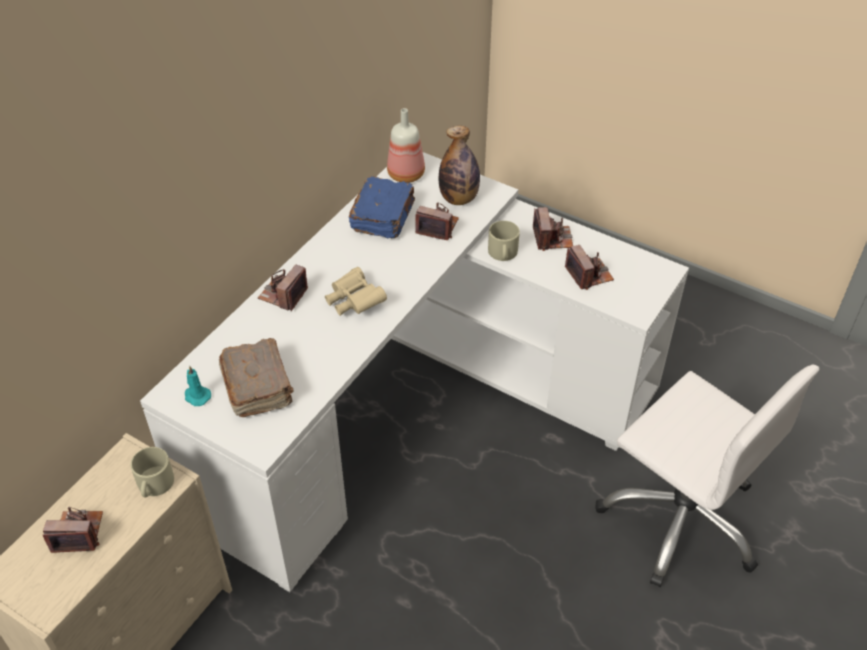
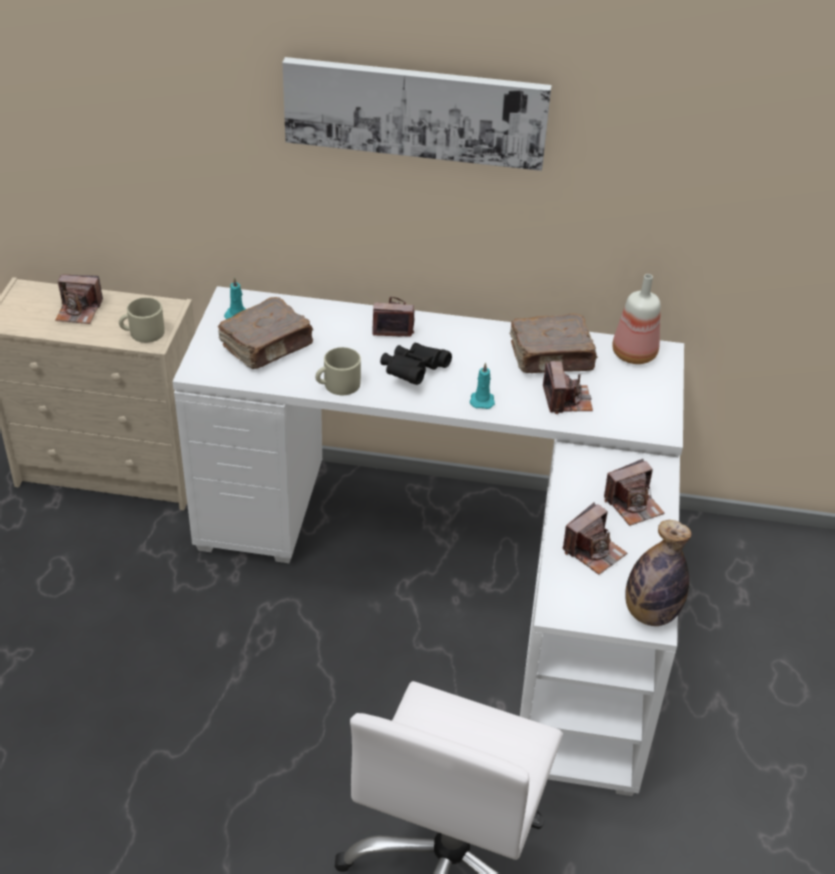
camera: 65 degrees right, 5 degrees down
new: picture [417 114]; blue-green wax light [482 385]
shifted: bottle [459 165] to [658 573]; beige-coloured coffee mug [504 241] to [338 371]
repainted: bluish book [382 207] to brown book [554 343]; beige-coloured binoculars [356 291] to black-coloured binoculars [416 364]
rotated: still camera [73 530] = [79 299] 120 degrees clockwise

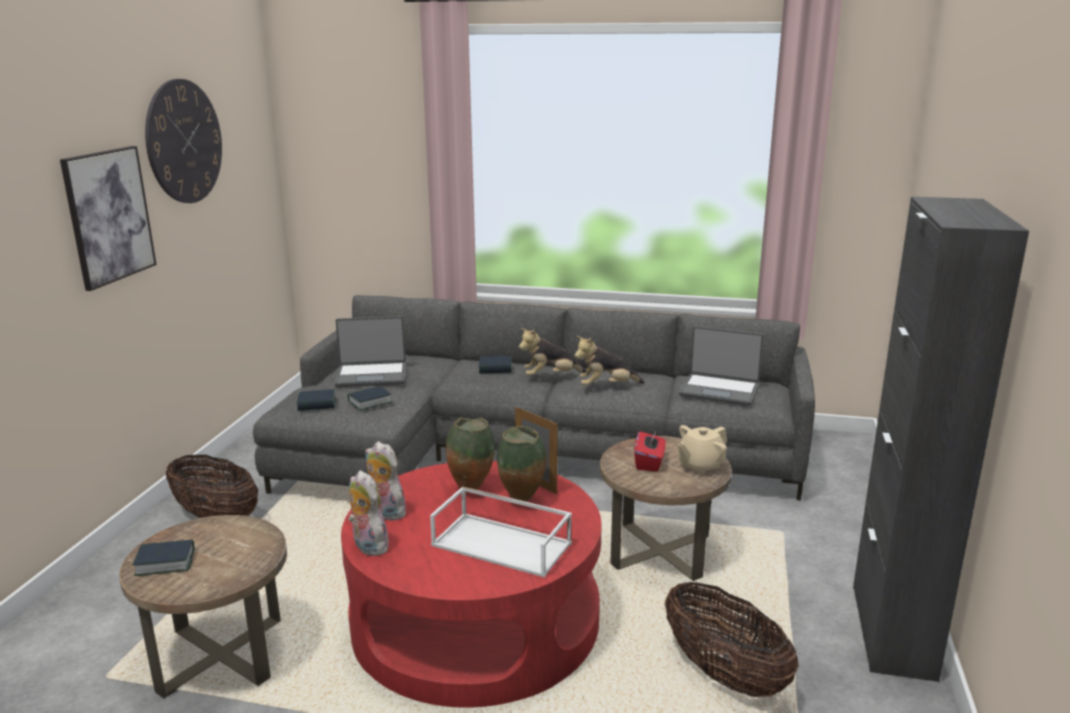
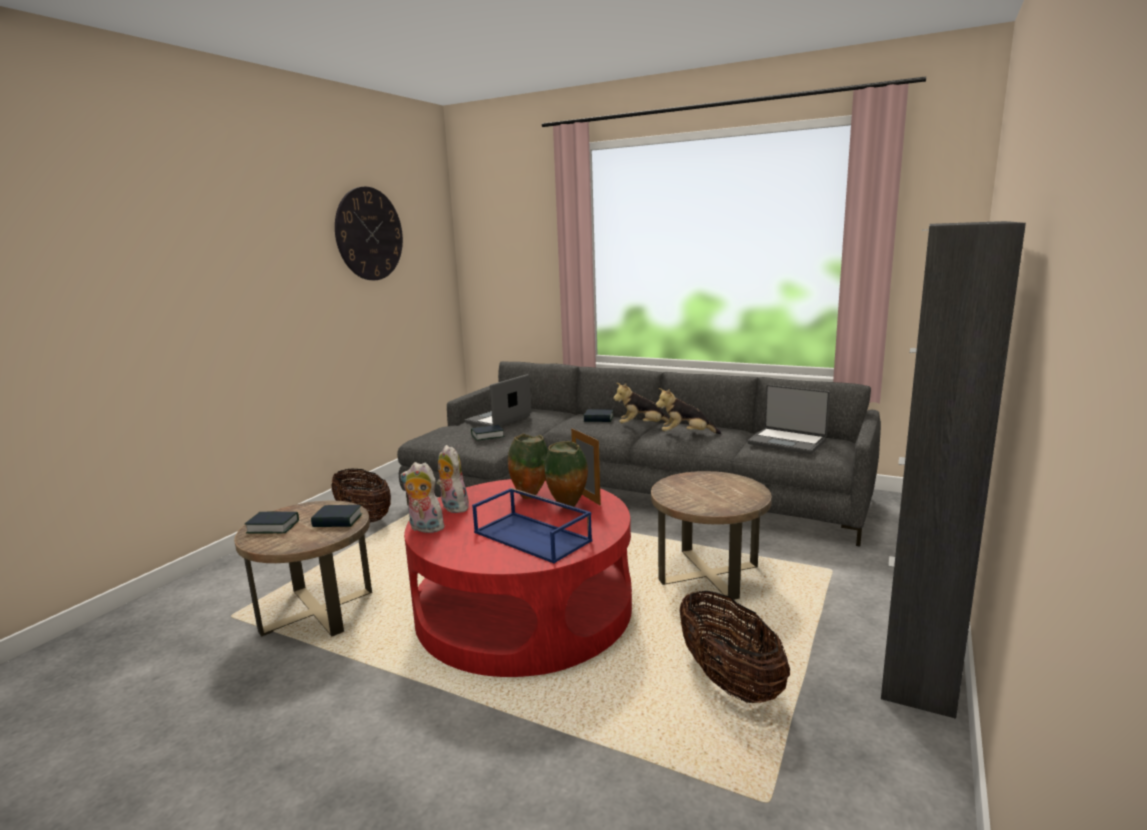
camera: 15 degrees right, 5 degrees down
gone: picture [108 218]; beige-coloured teapot [702 450]; red tissue holder [650 450]
shifted: book [316 400] to [336 516]
repainted: whitish tray [501 531] to bluish tray [532 526]
rotated: notebook computer [370 351] = [498 400] 120 degrees clockwise; cuddly toy [368 513] = [422 497] 45 degrees counterclockwise

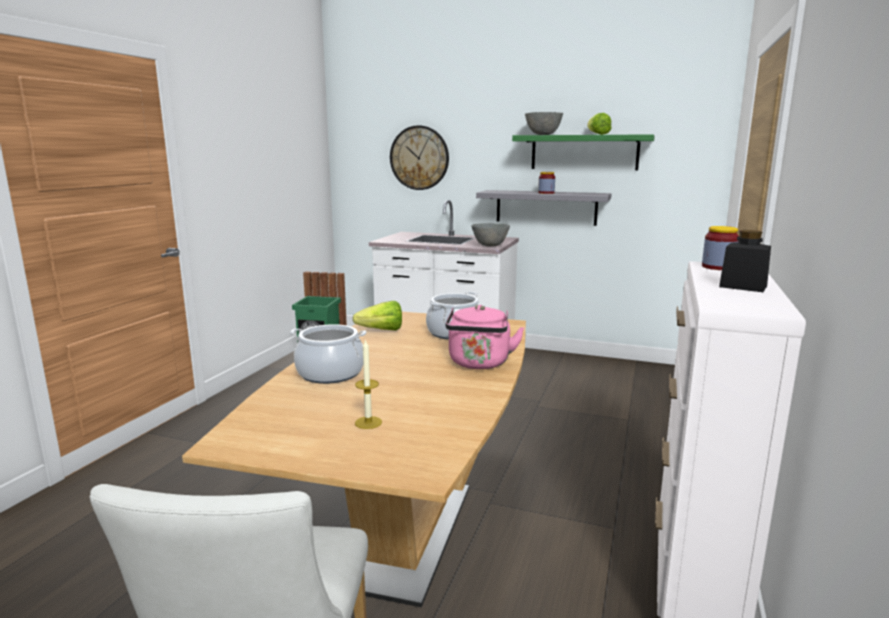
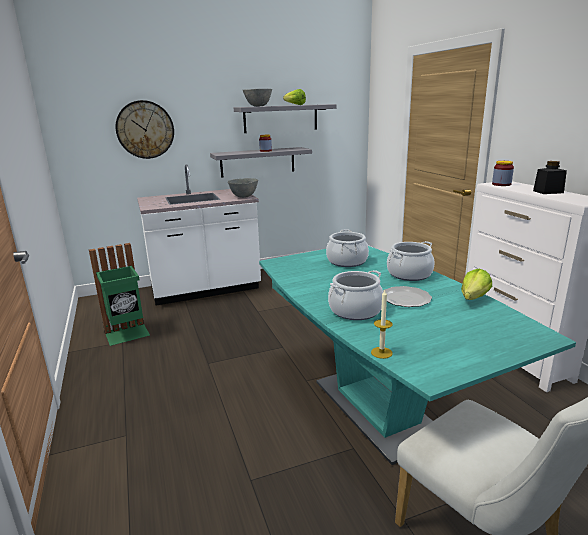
camera: 40 degrees left, 5 degrees up
new: plate [407 296]
shifted: lettuce [377 316] to [476 284]; wax light [368 384] to [382 324]
swapped: pinkish water kettle [484 337] to stockpot [410 261]
repainted: green shelf [583 152] to grey shelf [285 118]; brown dining table [354 459] to blue-green dining table [417 355]

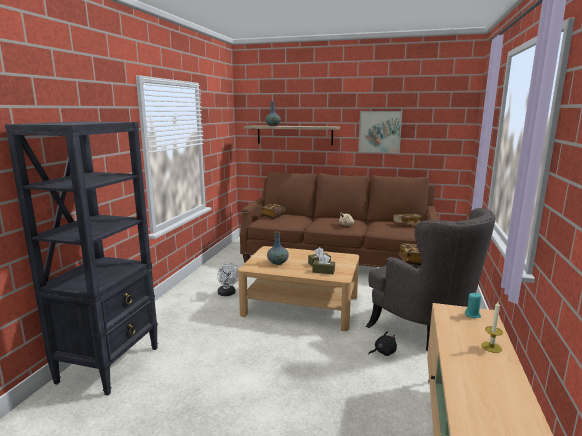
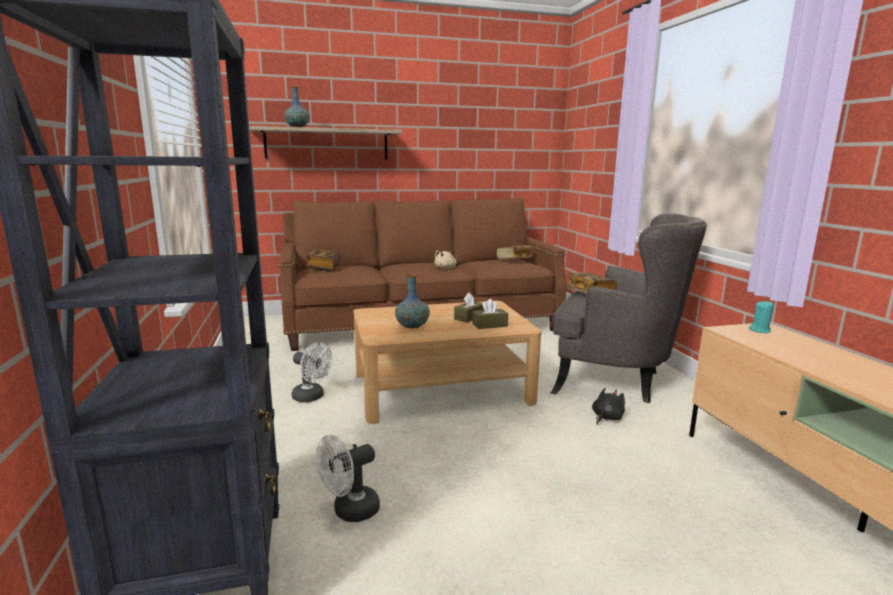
camera: 30 degrees left, 0 degrees up
gone: picture [380 132]; wax light [492 327]
new: whitish cooling fan [348 478]

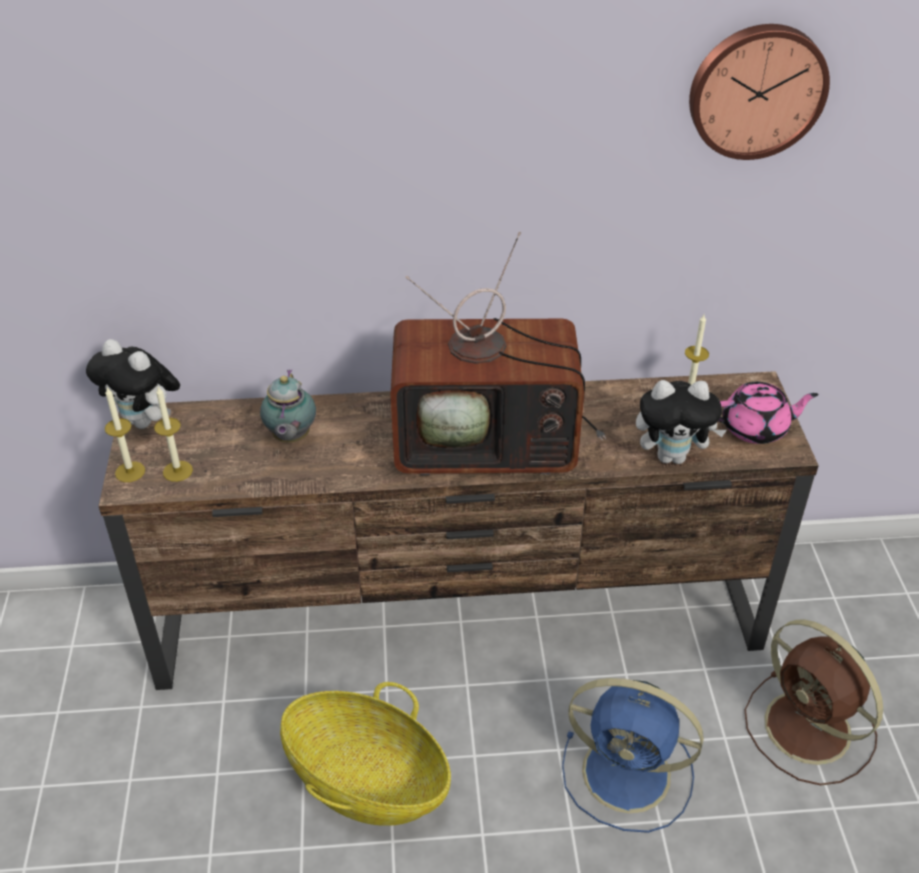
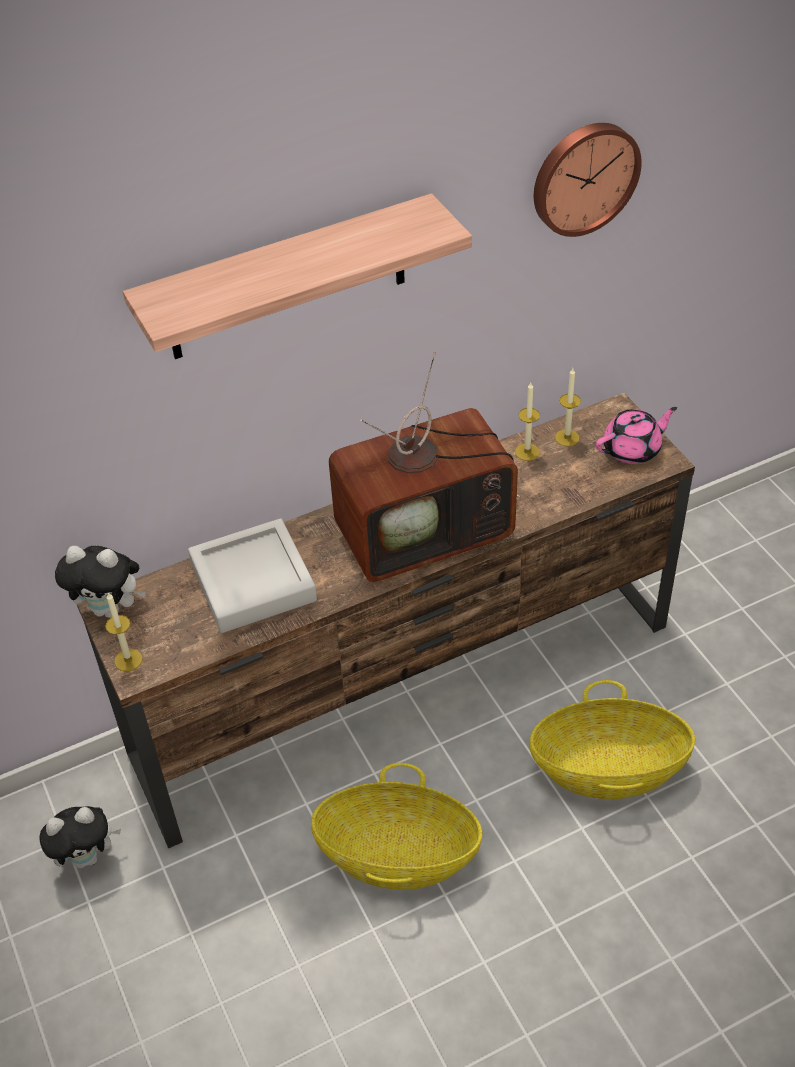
camera: 20 degrees left, 5 degrees up
gone: brown cooling fan [814 703]
new: shelf [297 276]
shifted: cuddly toy [681 422] to [80 837]; wax light [173 434] to [527 422]
swapped: teapot [288 405] to grey tray [252 575]; bluish cooling fan [633 755] to basket [612 739]

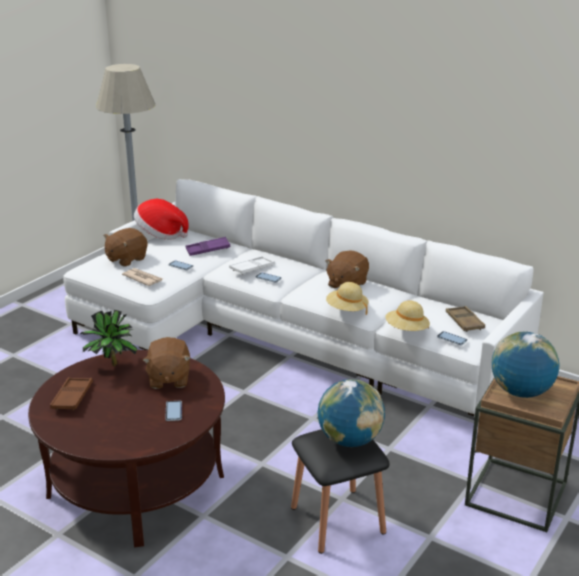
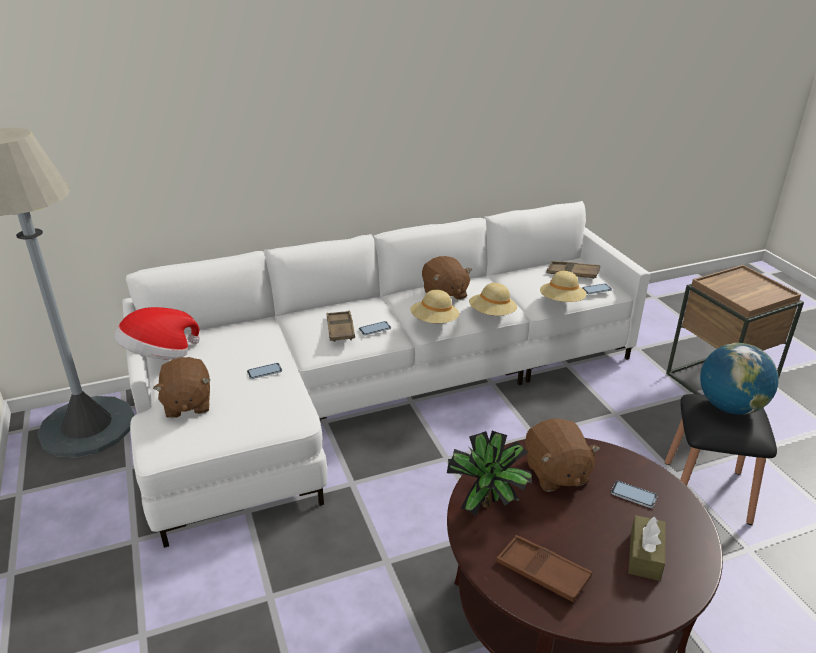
camera: 55 degrees left, 5 degrees up
gone: purple-coloured tray [207 246]; newspaper [142 277]; world globe [525 365]
new: beige-coloured clothing hat [434 306]; brown tissue holder [647 548]
repainted: whitish tray [252 265] to brown tray [341 326]
rotated: brown cuddly toy [167 363] = [562 455] 45 degrees clockwise

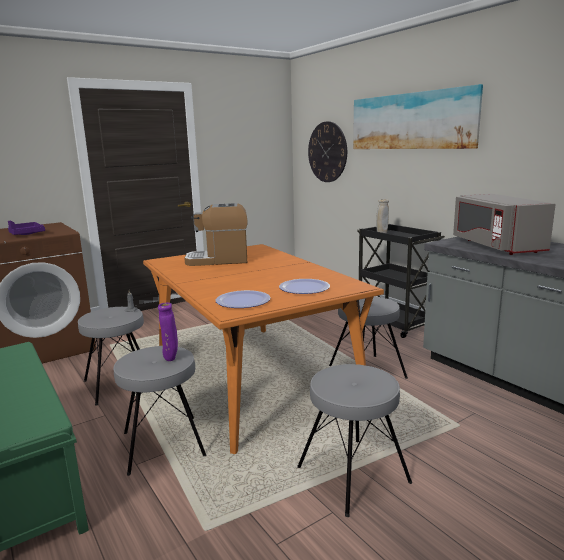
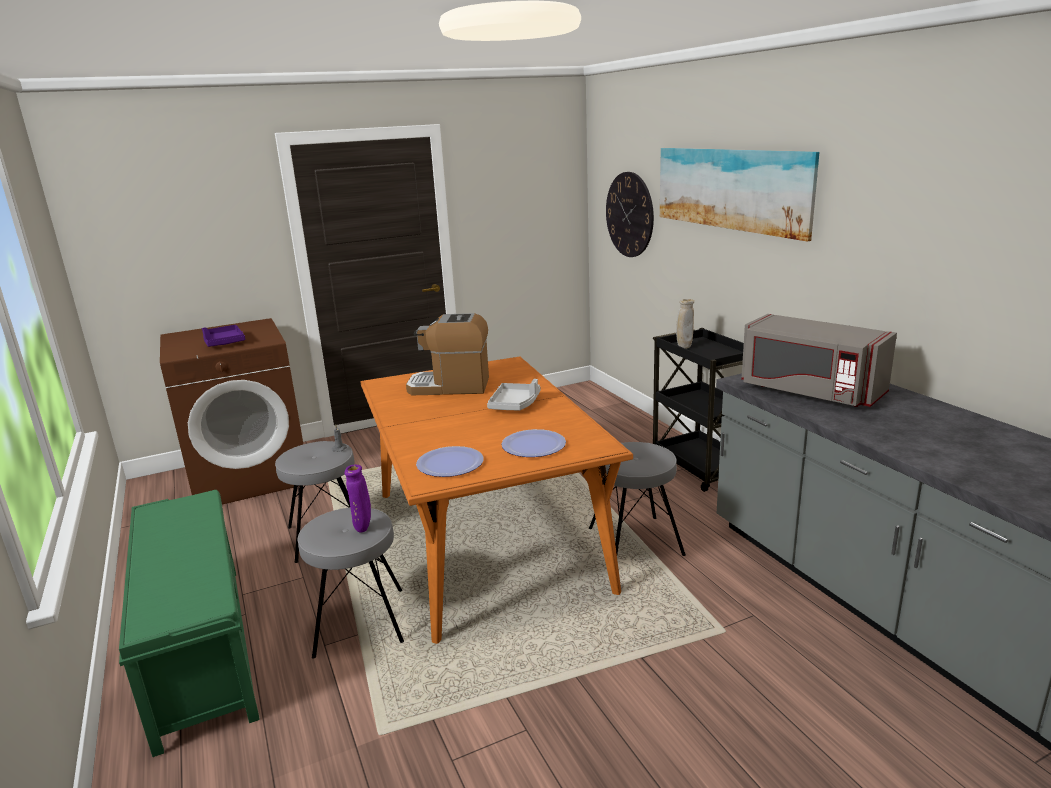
camera: 10 degrees right, 5 degrees up
gone: grey stool seat [354 440]
new: grey tray [514 394]
rotated: grey kitchen microwave [504 224] = [819 360] 45 degrees counterclockwise

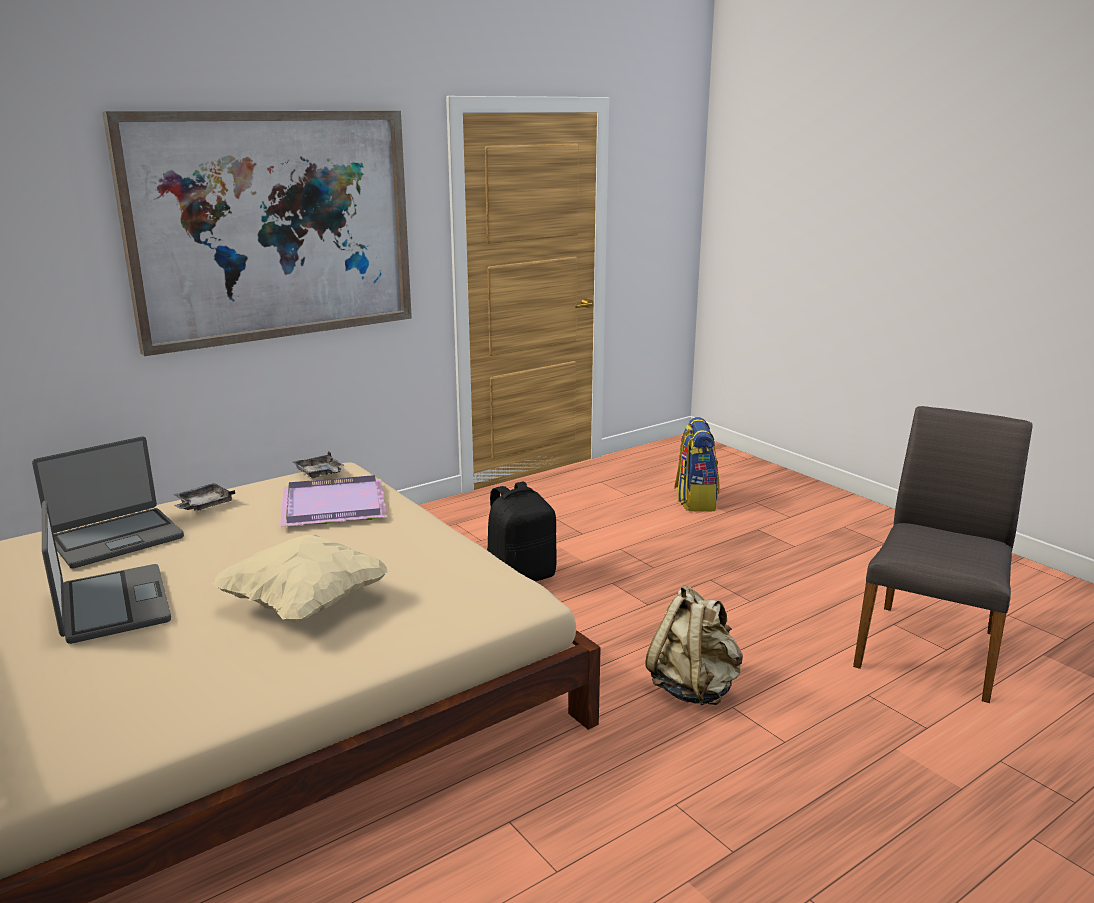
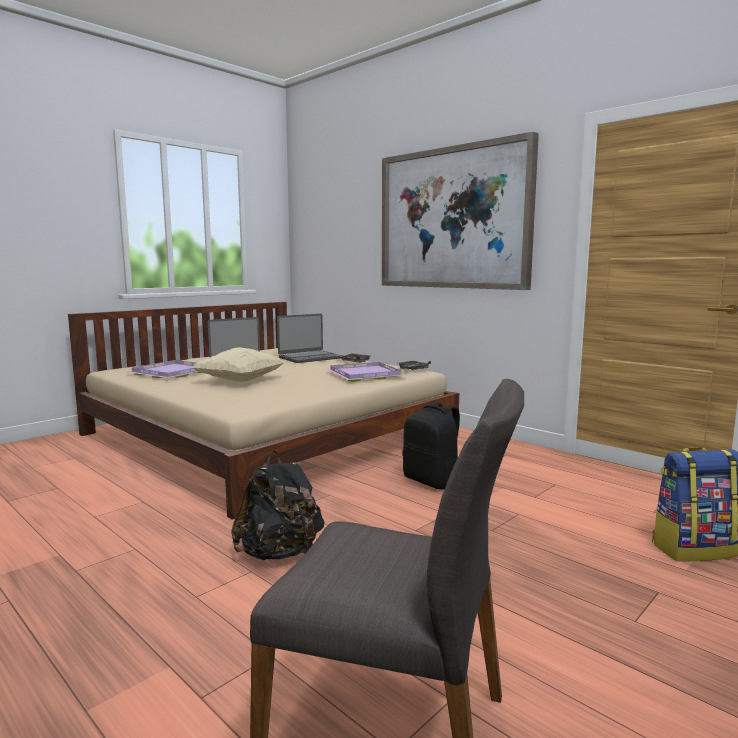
camera: 80 degrees right, 10 degrees down
new: purple-coloured tray [165 369]
repainted: beige-coloured rucksack [694 645] to black-coloured rucksack [278 505]
rotated: notebook computer [108 502] = [308 338] 75 degrees counterclockwise

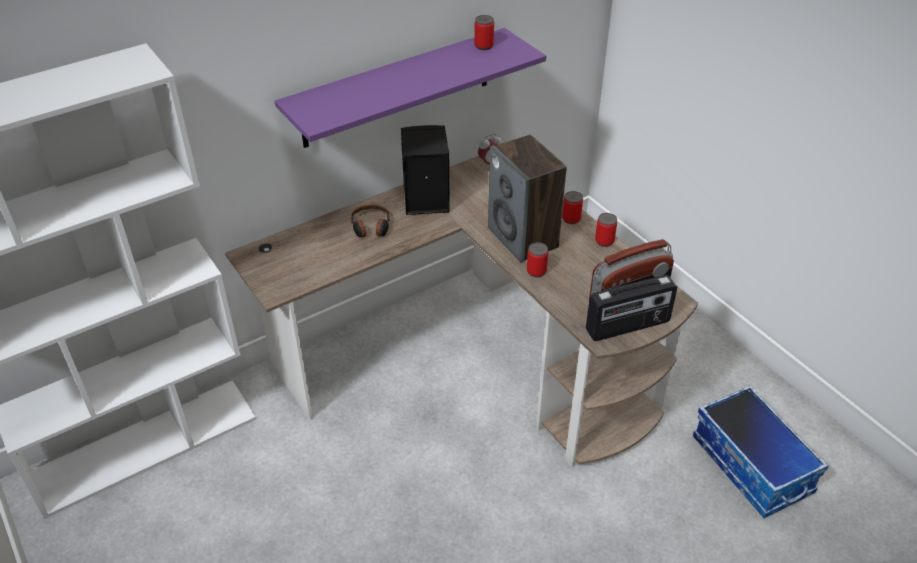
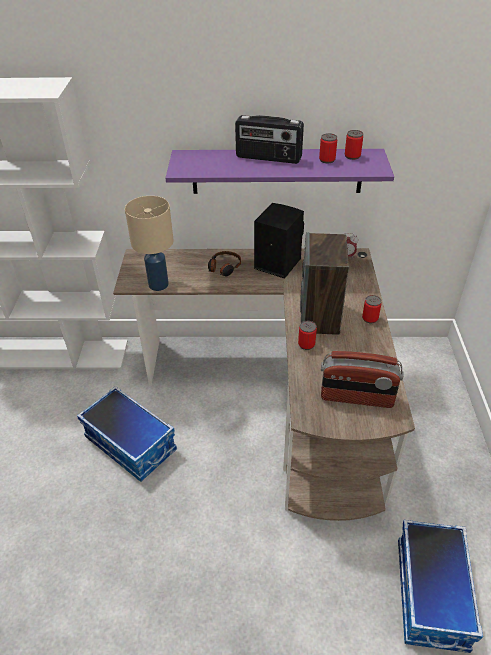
camera: 35 degrees right, 0 degrees up
new: beige-coloured lamp for a table [149 243]; storage bin [127 434]
shifted: sealed can [606 230] to [328 148]; radio set [631 308] to [269 139]

